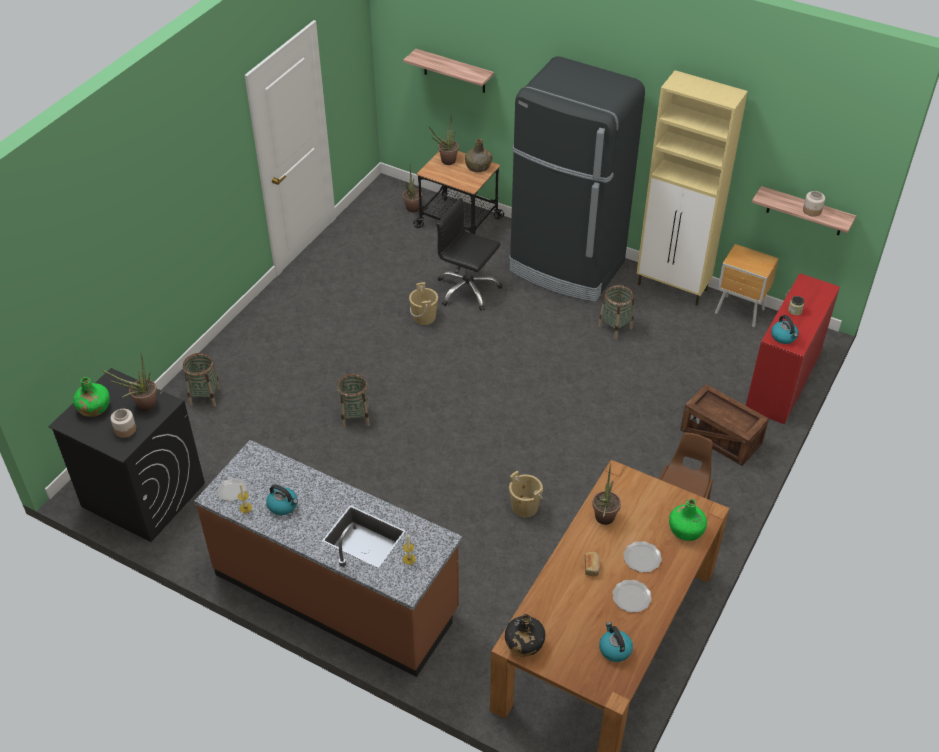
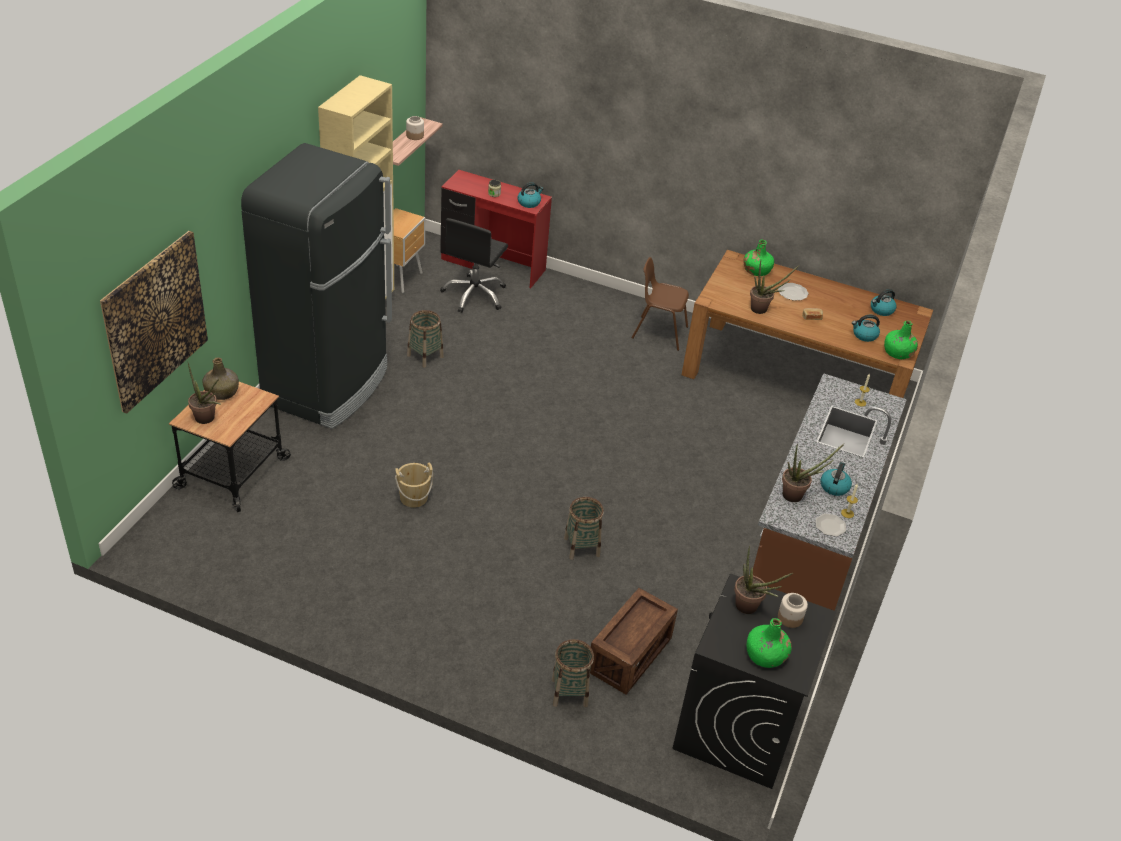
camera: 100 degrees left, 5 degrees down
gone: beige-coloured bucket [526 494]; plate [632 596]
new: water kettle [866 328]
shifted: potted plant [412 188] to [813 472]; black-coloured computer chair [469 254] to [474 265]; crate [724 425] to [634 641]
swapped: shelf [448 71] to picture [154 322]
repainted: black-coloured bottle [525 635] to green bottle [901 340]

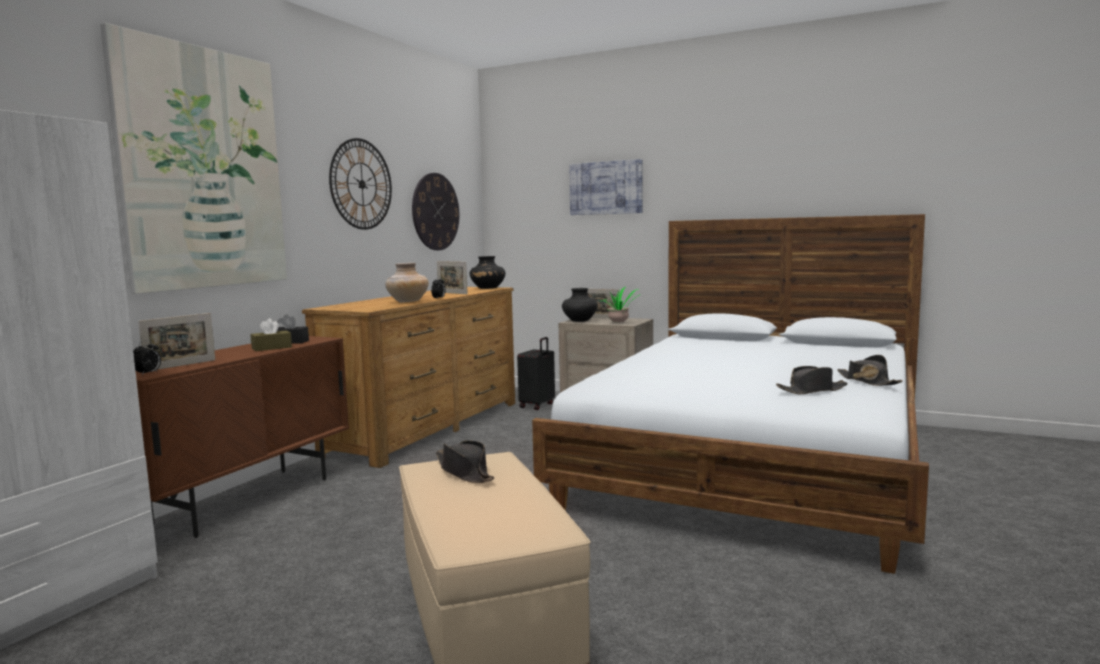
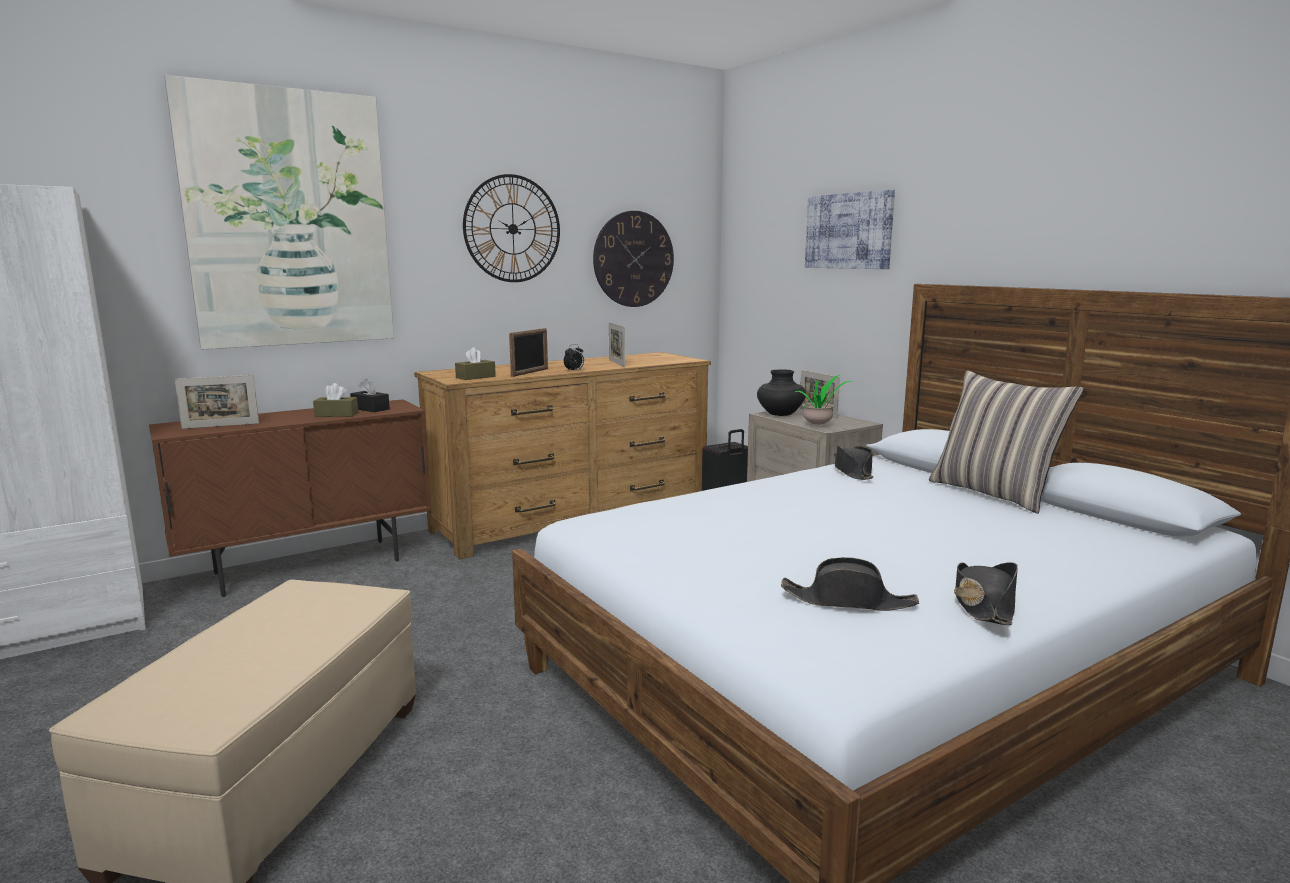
camera: 30 degrees right, 5 degrees up
gone: black-coloured vase [488 272]; table clock [147 358]
new: brown tissue holder [475 363]; throw pillow [1006 442]
shifted: black-coloured clothing hat [465 461] to [854 462]
swapped: beige-coloured vase [407 282] to photo frame [528 352]

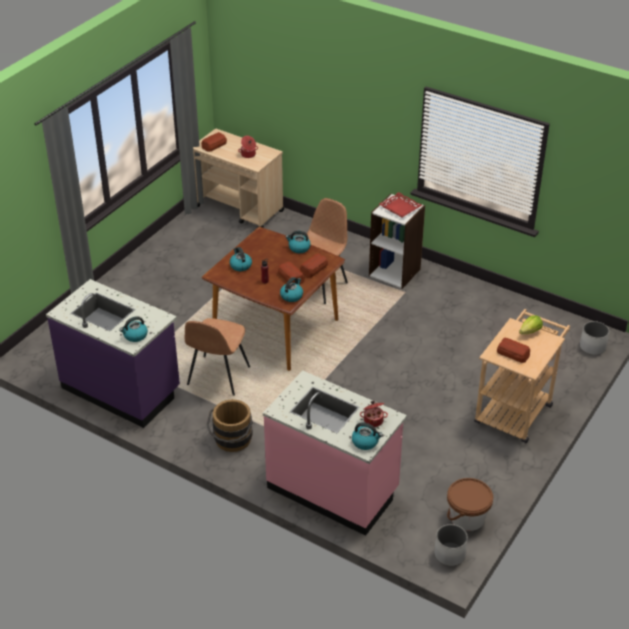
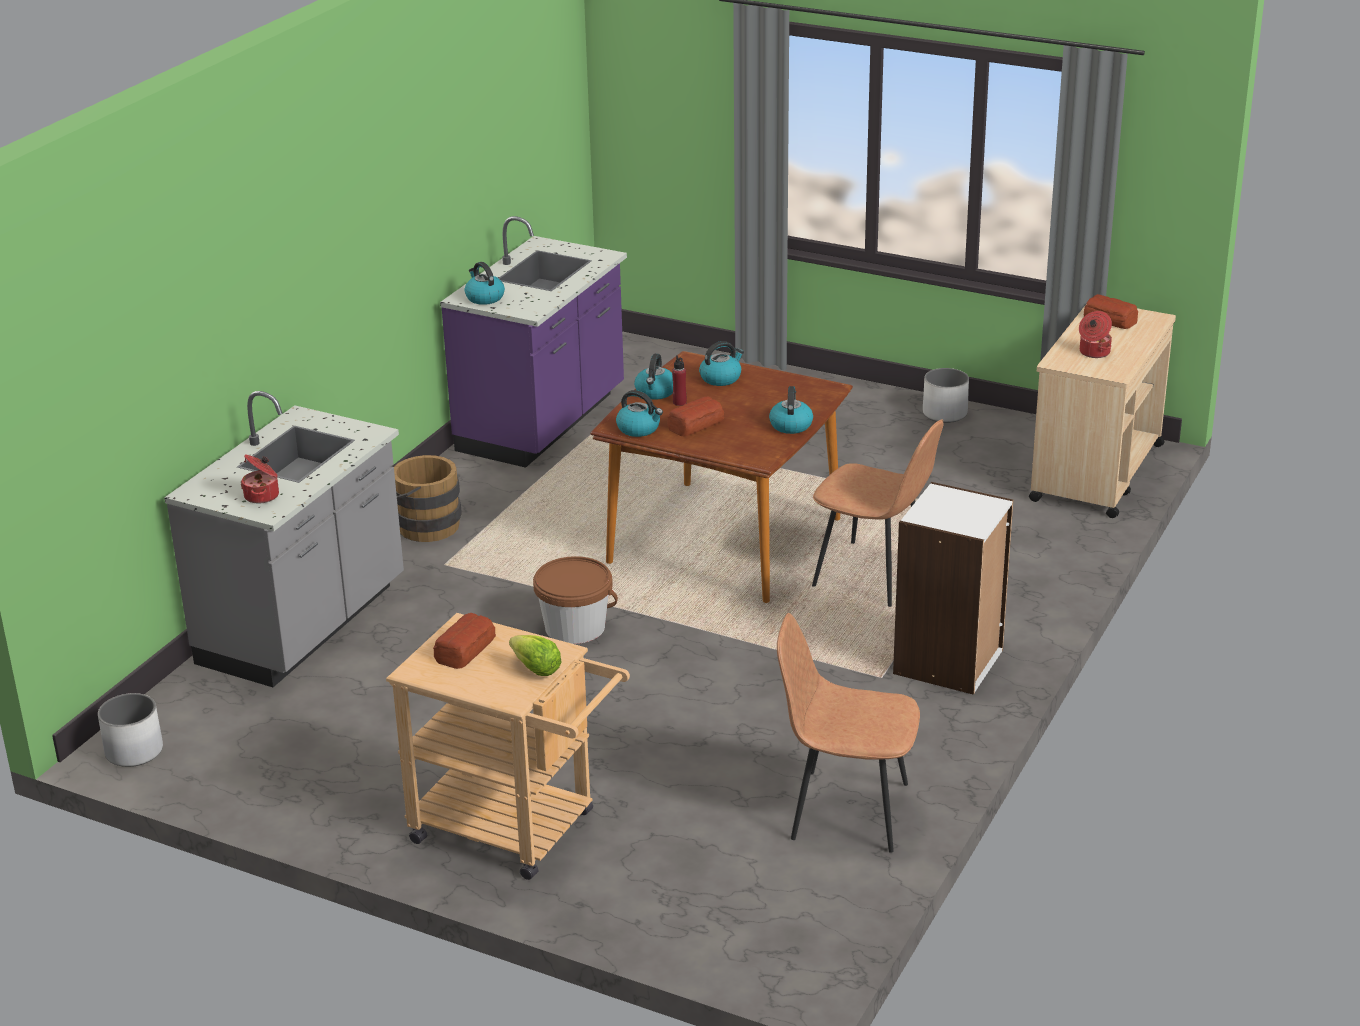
camera: 85 degrees right, 10 degrees down
gone: red tray [400 204]; bread [314 266]
shifted: brown plain chair [217 357] to [848 733]; whitish flower pot [594 338] to [946 395]; water kettle [367 436] to [653 377]; brown bucket [470 504] to [575 600]
repainted: pinkish kitchen counter [335 453] to grey kitchen counter [284 539]

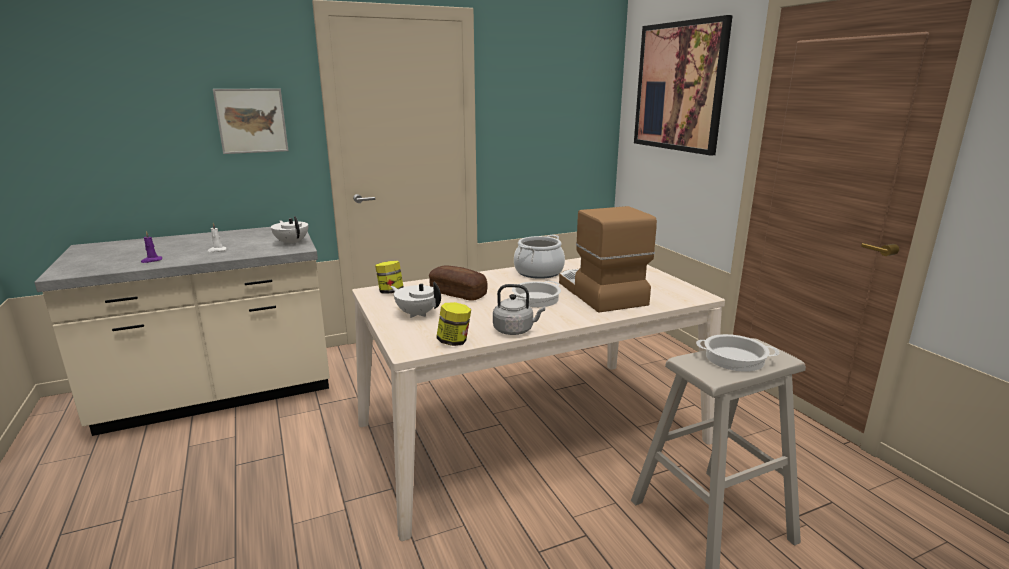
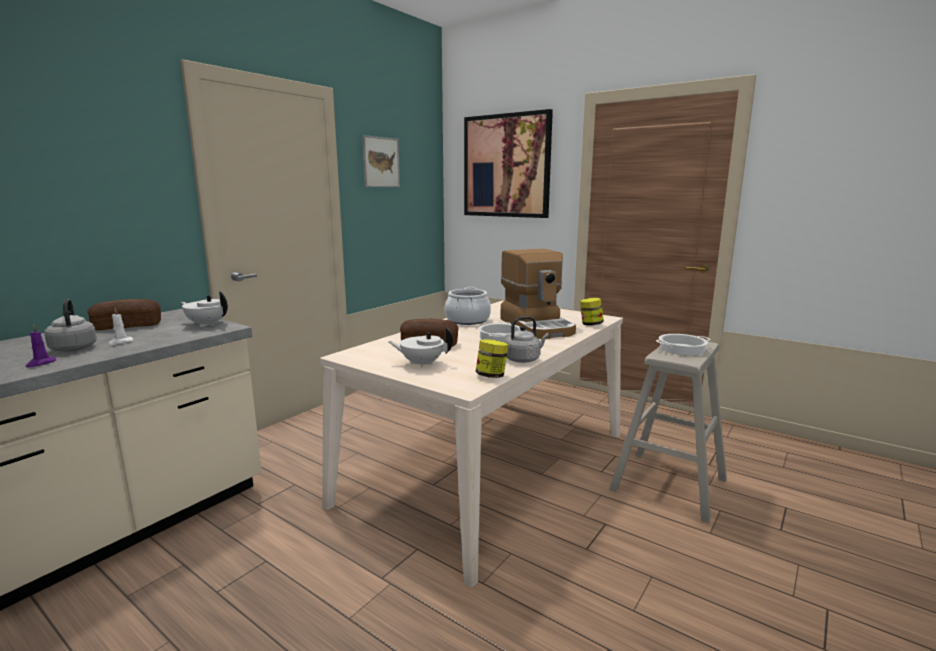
camera: 30 degrees left, 5 degrees down
new: grey water kettle [70 325]; bread [124 314]
shifted: picture [251 121] to [381 161]; preserve jar [389 277] to [592 311]
rotated: coffee maker [608 259] = [538 294] 150 degrees counterclockwise

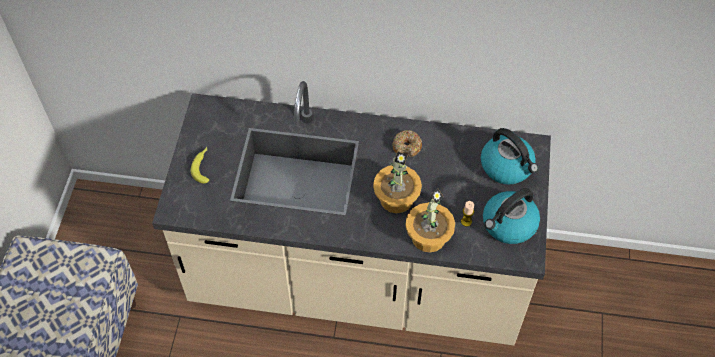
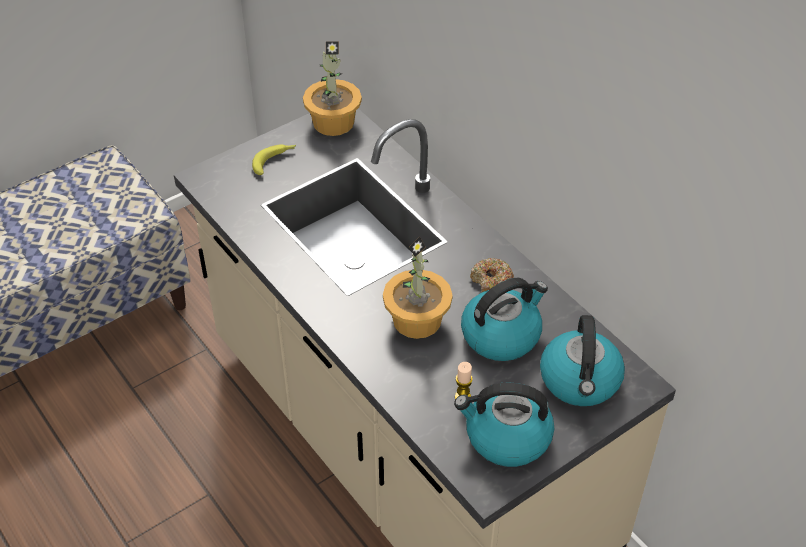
camera: 45 degrees right, 10 degrees down
new: water kettle [504 319]
shifted: potted plant [430 220] to [332 88]

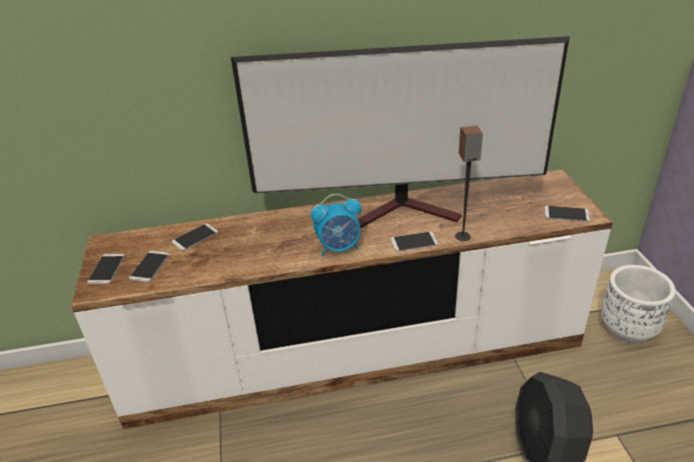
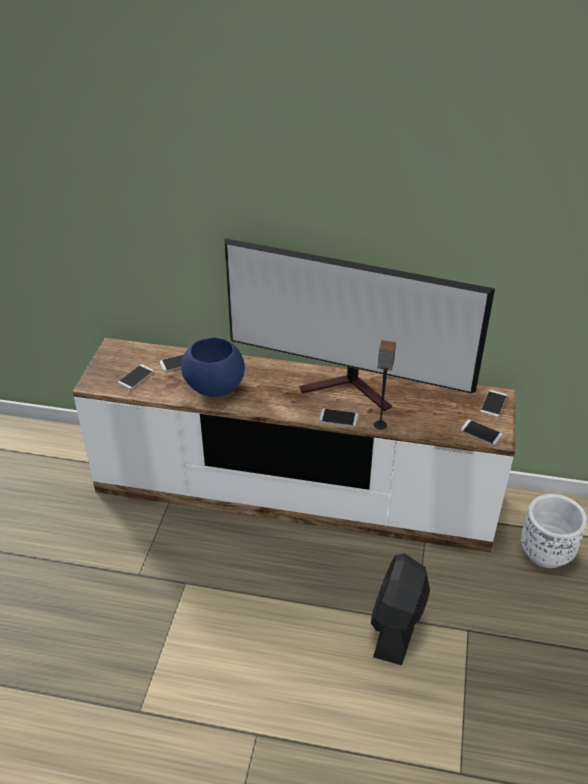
camera: 20 degrees right, 5 degrees up
gone: table clock [336 225]
new: bluish deep dish [213 367]
shifted: handset [106 269] to [493 403]

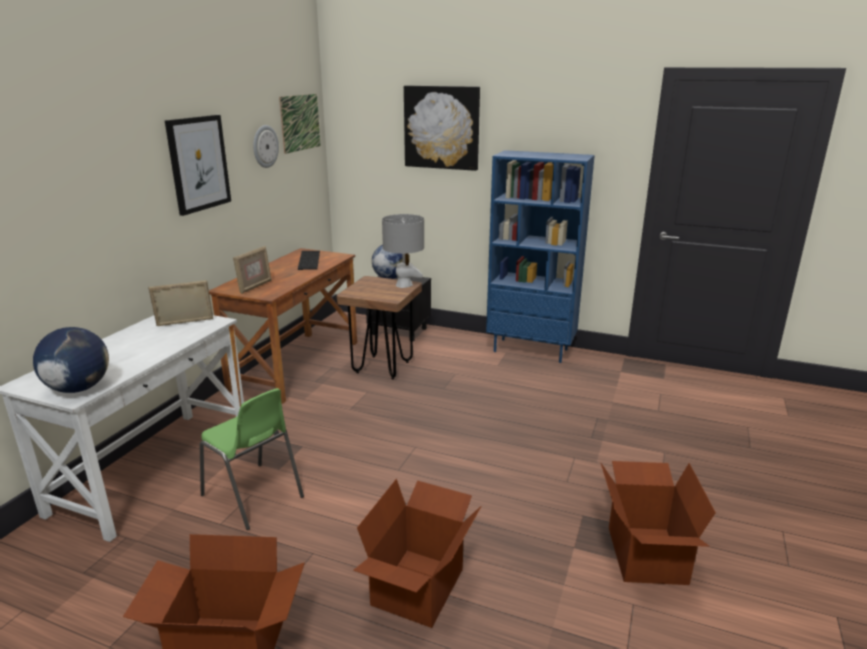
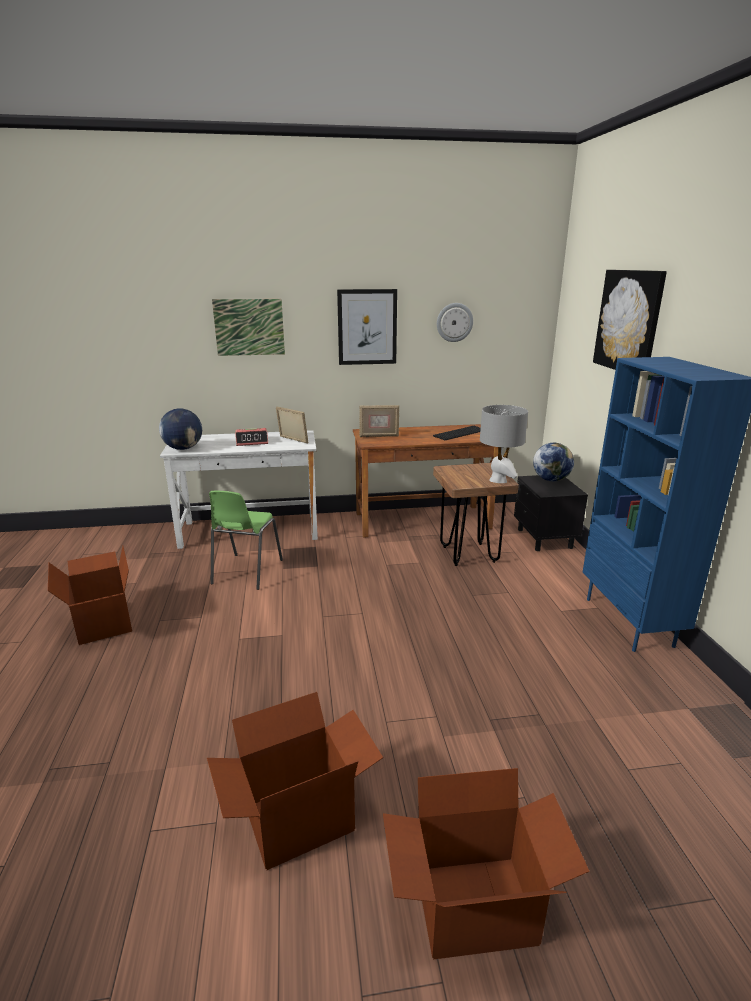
camera: 60 degrees right, 0 degrees up
new: table clock [251 437]
shifted: picture [300 124] to [248 327]; packing box [417 553] to [486 864]

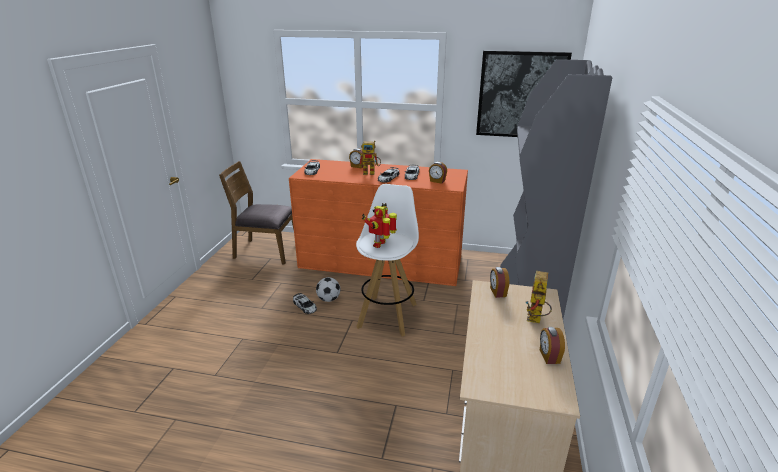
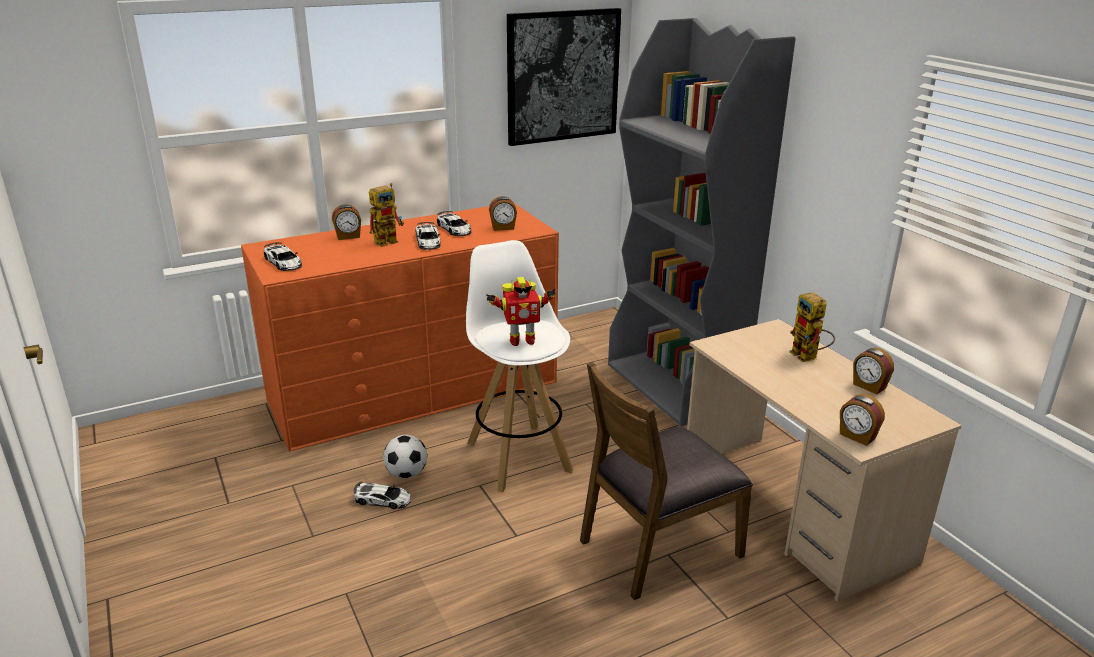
camera: 40 degrees left, 0 degrees up
shifted: brown plain chair [256 213] to [666 481]; table clock [499 282] to [862 420]
rotated: robot figure [379 225] = [521 311] 90 degrees counterclockwise

